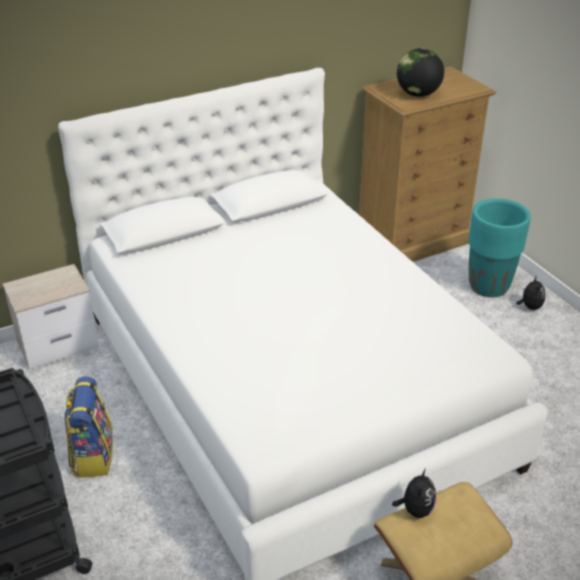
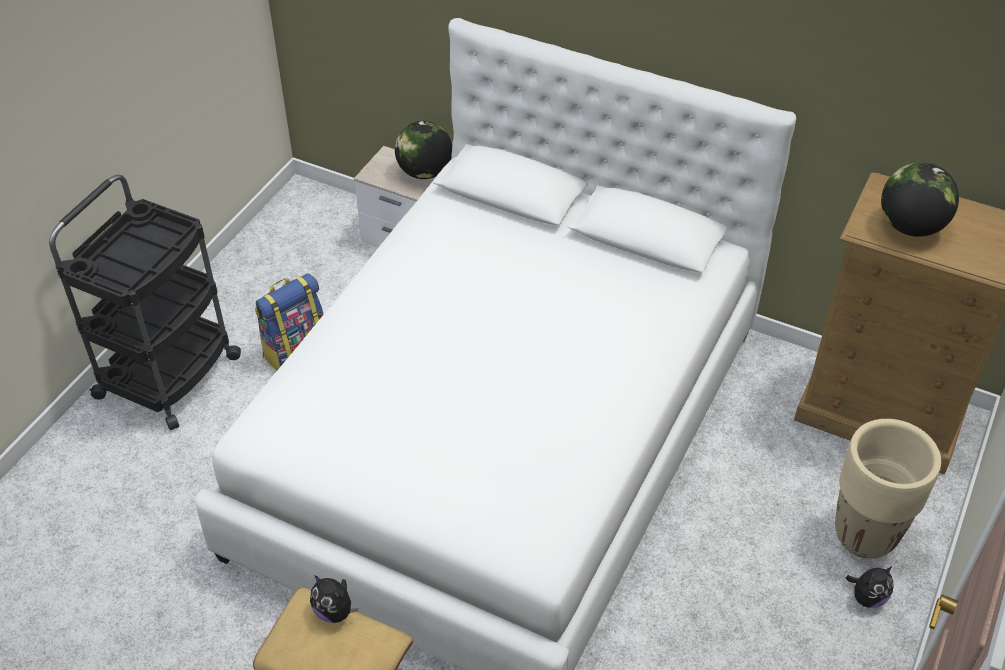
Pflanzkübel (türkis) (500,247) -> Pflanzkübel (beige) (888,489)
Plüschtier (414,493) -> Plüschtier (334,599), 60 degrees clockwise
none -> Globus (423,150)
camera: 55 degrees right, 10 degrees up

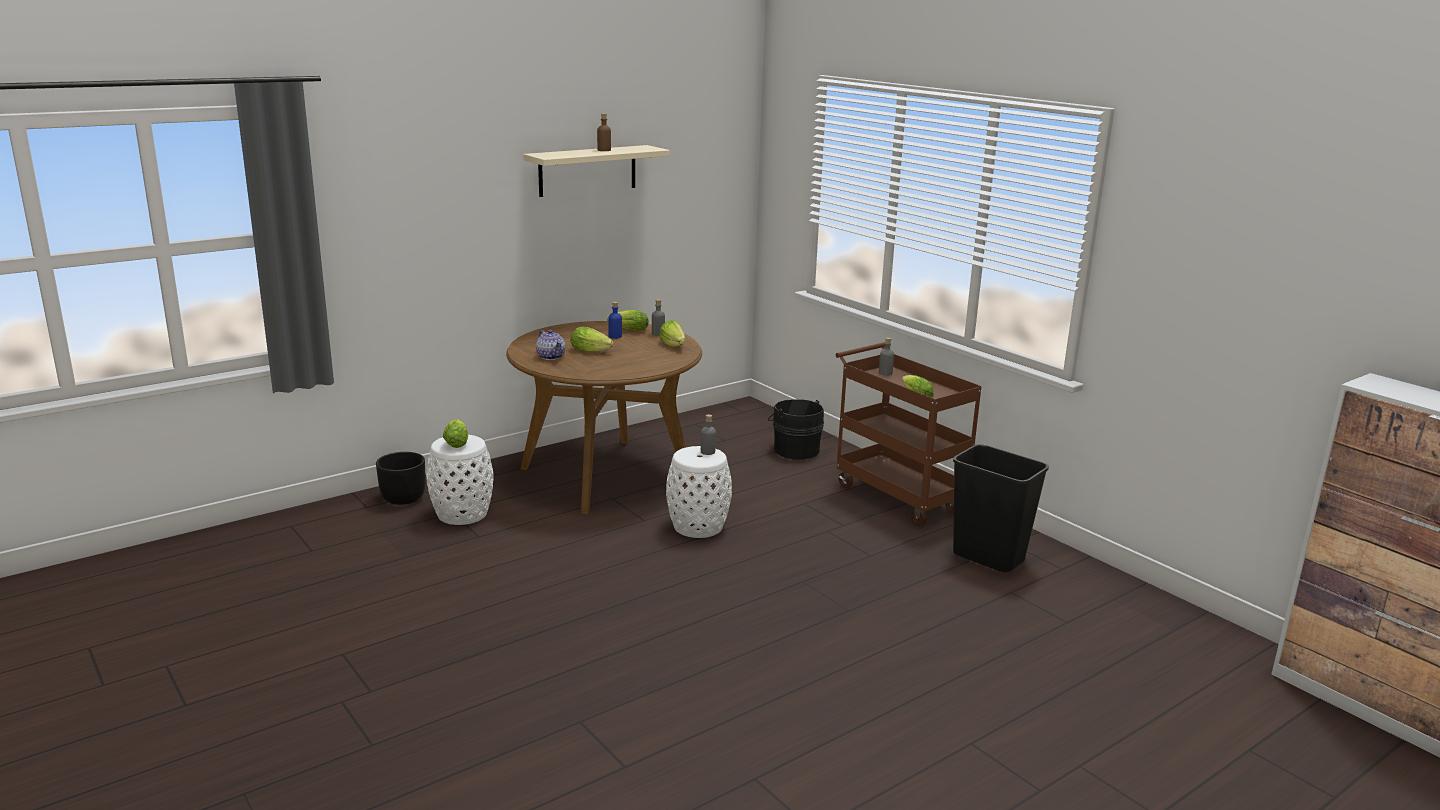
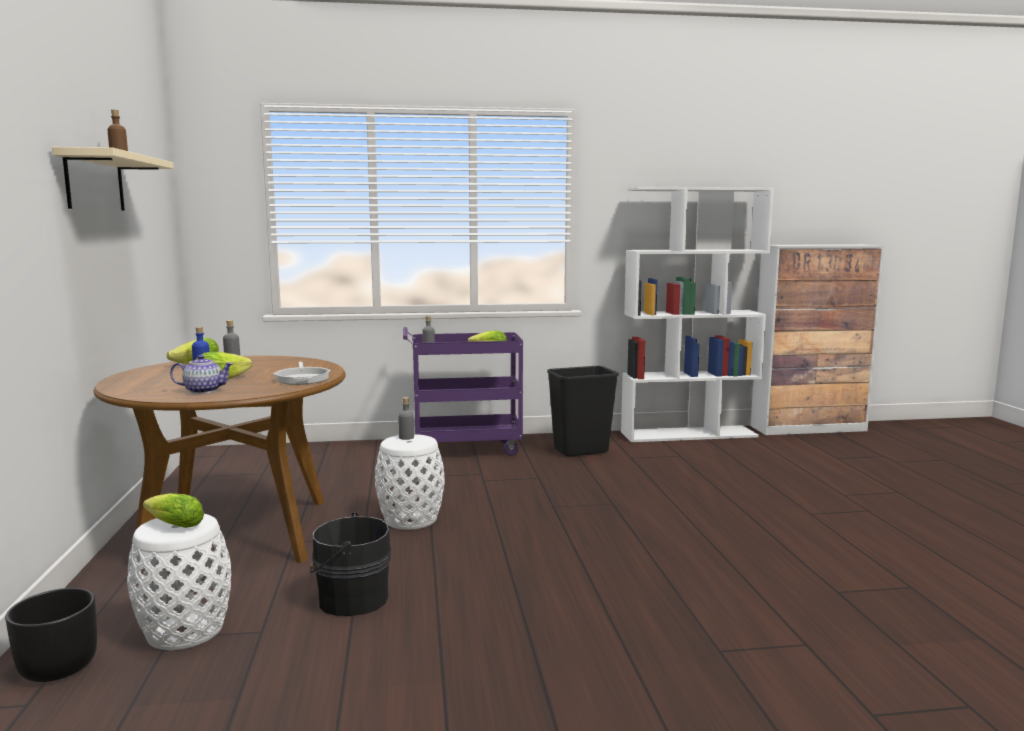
Salatkopf (672,333) -> none
Rollwagen (braun) (908,434) -> Rollwagen (lila) (463,391)
Eimer (schwarz) (796,429) -> Eimer (schwarz) (350,564), shifted
none -> Bücherregal (weiß) (697,314)
none -> Pfanne (302,373)
camera: 60 degrees left, 10 degrees down

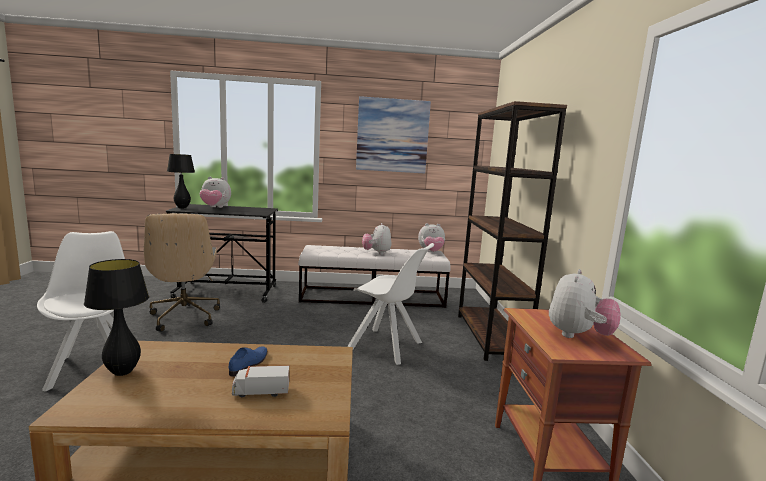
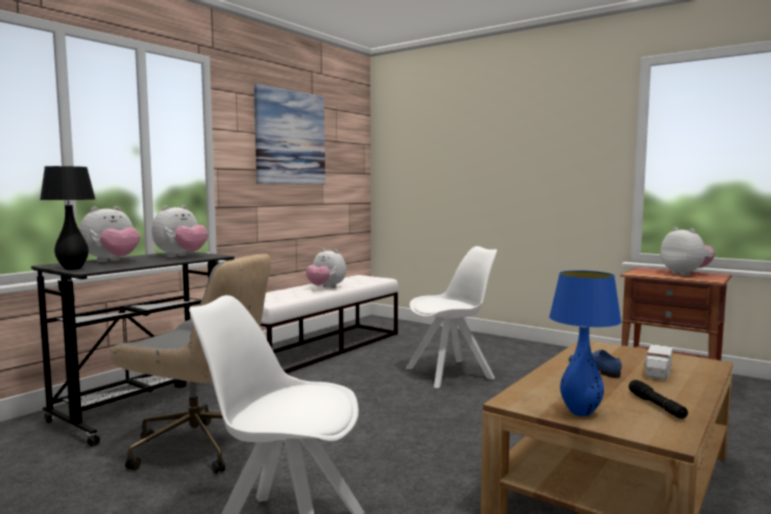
Bücherregal (braun) (512,231) -> none
Plüschtier (431,237) -> Plüschtier (180,231), shifted
Tischlampe (schwarz) (116,317) -> Tischlampe (blau) (585,343)
none -> Taschenlampe (schwarz) (658,399)
camera: 50 degrees left, 5 degrees down

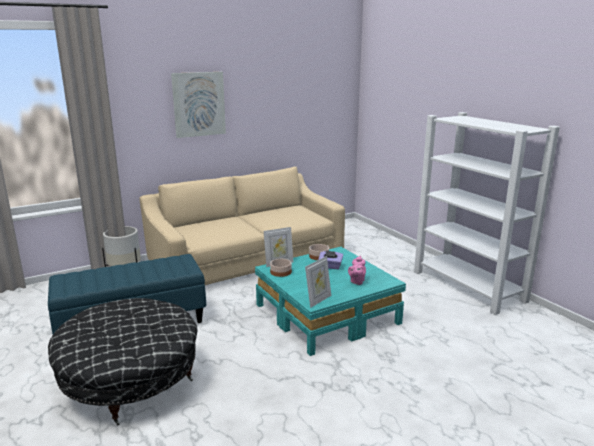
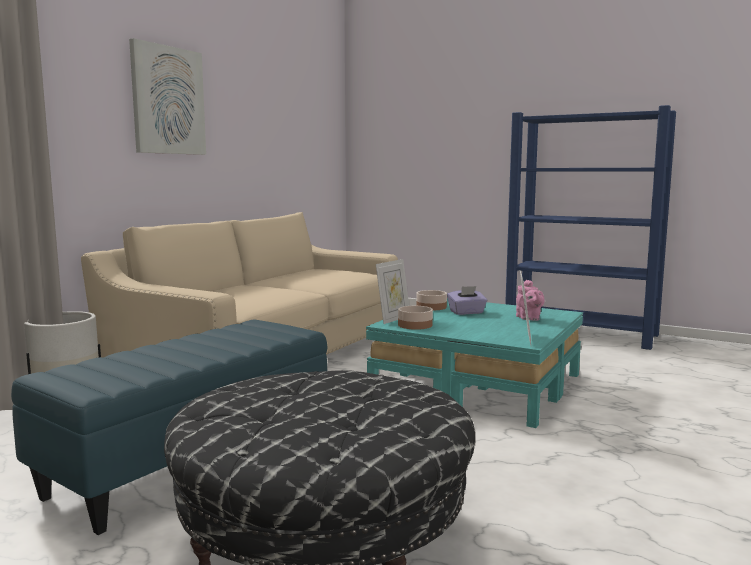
Bücherregal (weiß) (487,213) -> Bücherregal (blau) (590,227)
camera: 30 degrees left, 10 degrees down

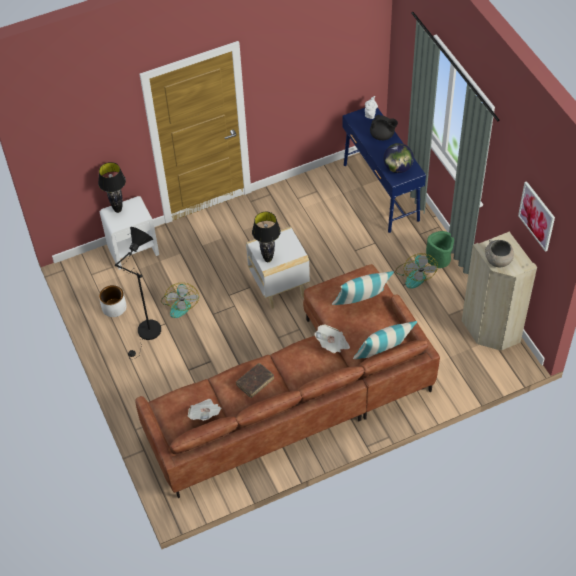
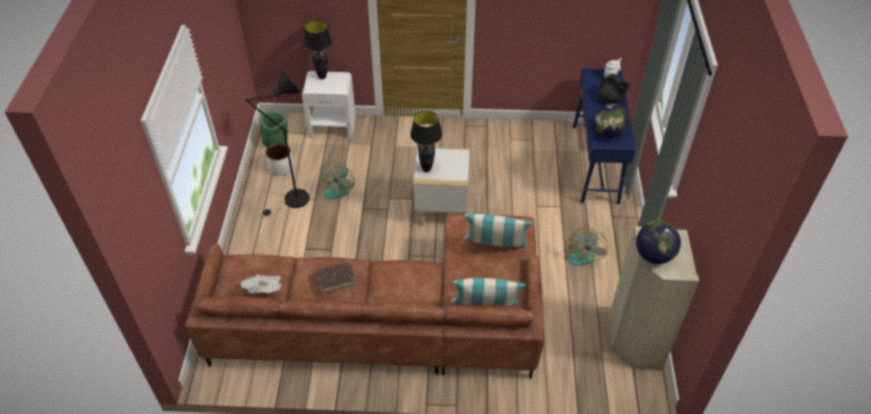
Bild (536,216) -> none
Pflanzkübel (grün) (440,249) -> Pflanzkübel (grün) (274,129), shifted
Schüssel (grau) (499,253) -> Globus (658,242)
Zeitung (332,339) -> none
camera: 25 degrees right, 5 degrees down

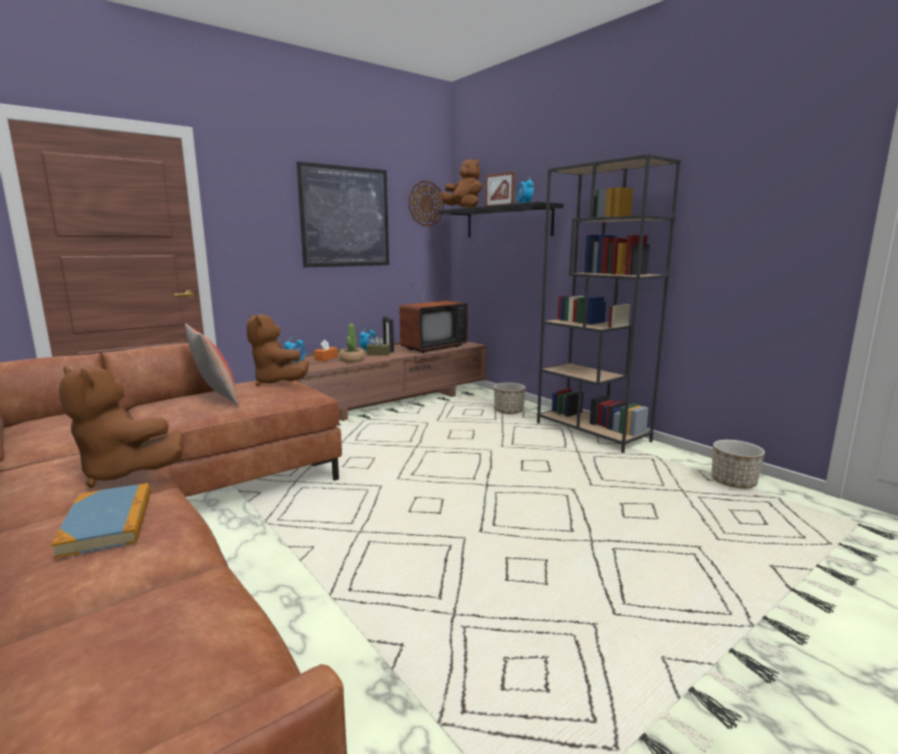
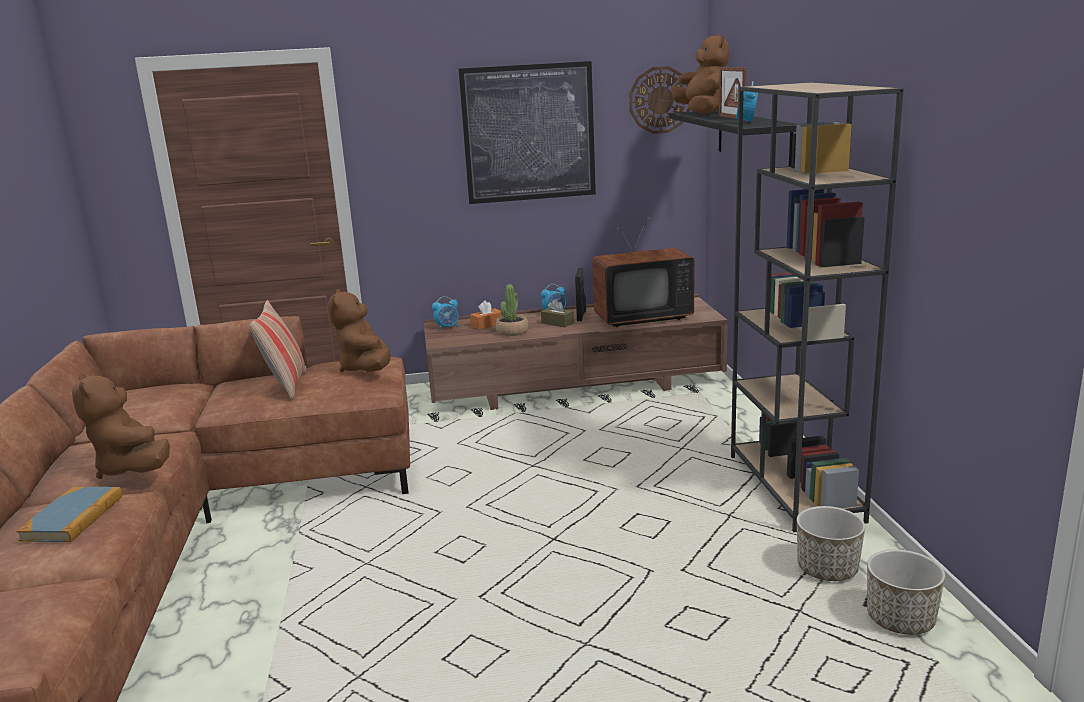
Pflanzkübel (510,398) -> Pflanzkübel (831,543), shifted
camera: 30 degrees right, 5 degrees up

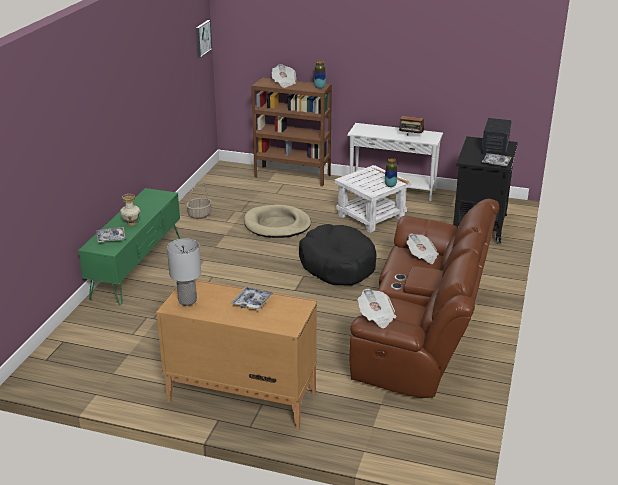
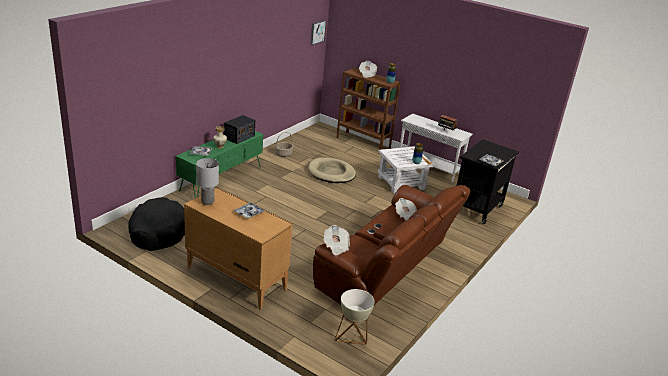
Radio (496,137) -> Radio (239,129), shifted
Hundebett (schwarz) (338,254) -> Hundebett (schwarz) (156,224), shifted
none -> Pflanzkübel (355,316)
camera: 15 degrees right, 0 degrees up

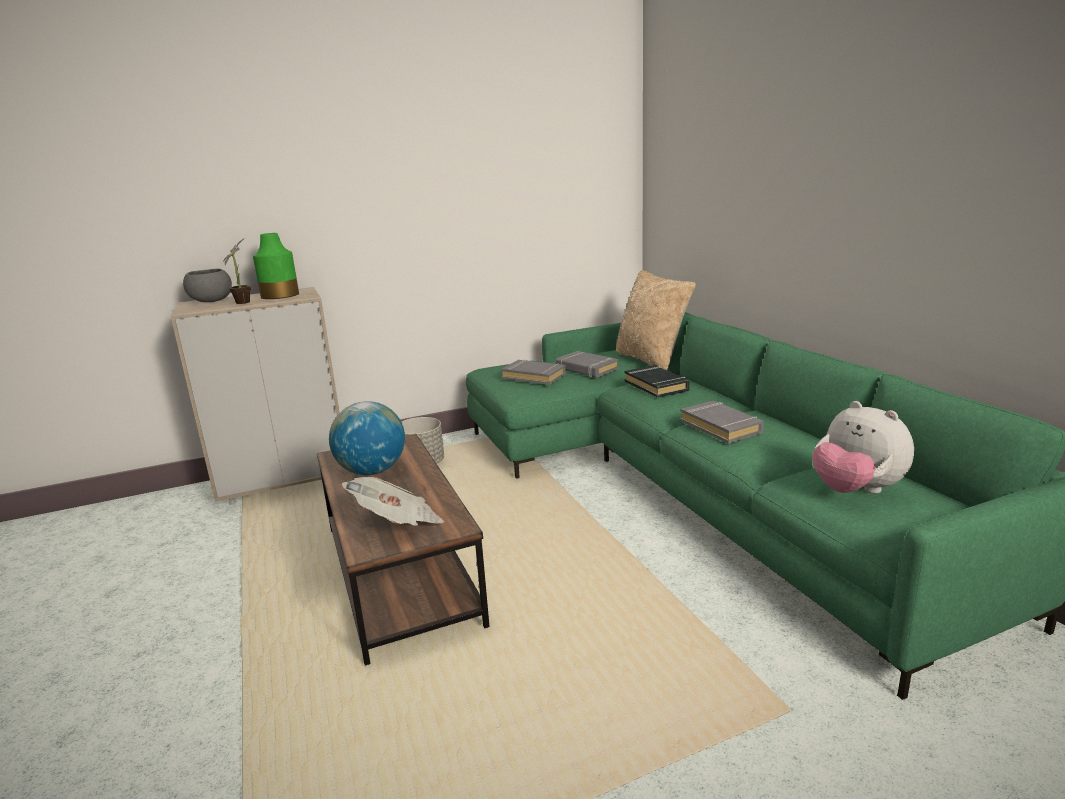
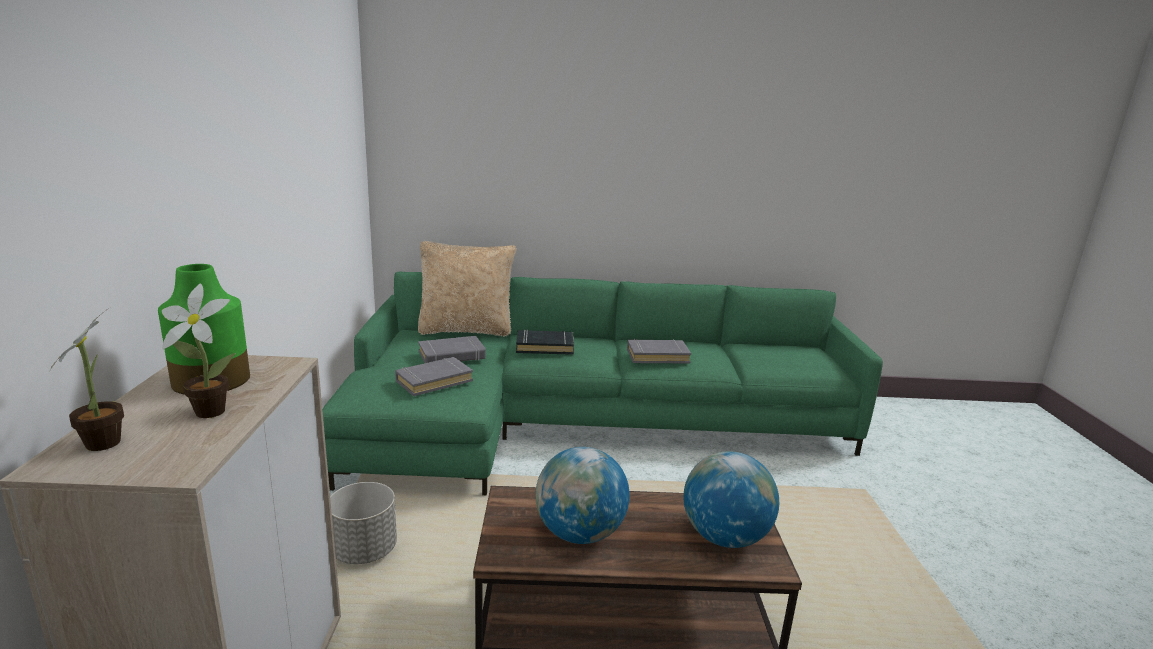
Schüssel (grau) (207,285) -> Topfpflanze (86,378)
Plüschtier (863,447) -> none
Zeitung (393,501) -> Globus (731,499)
camera: 70 degrees left, 0 degrees up

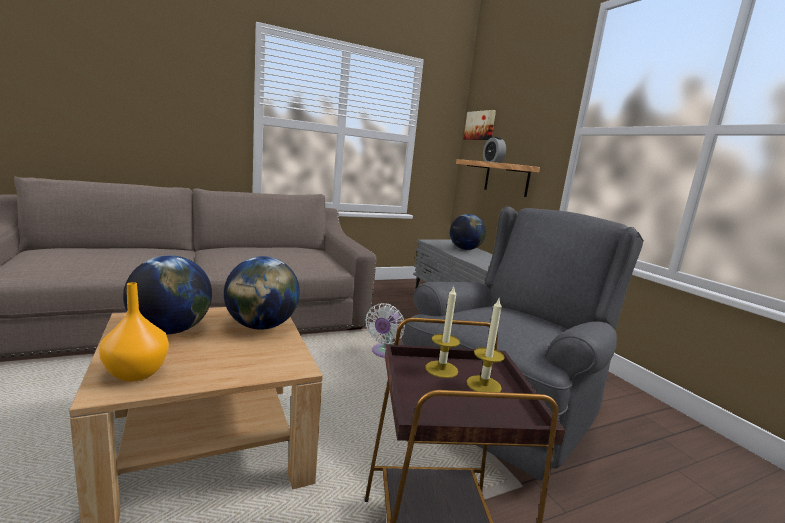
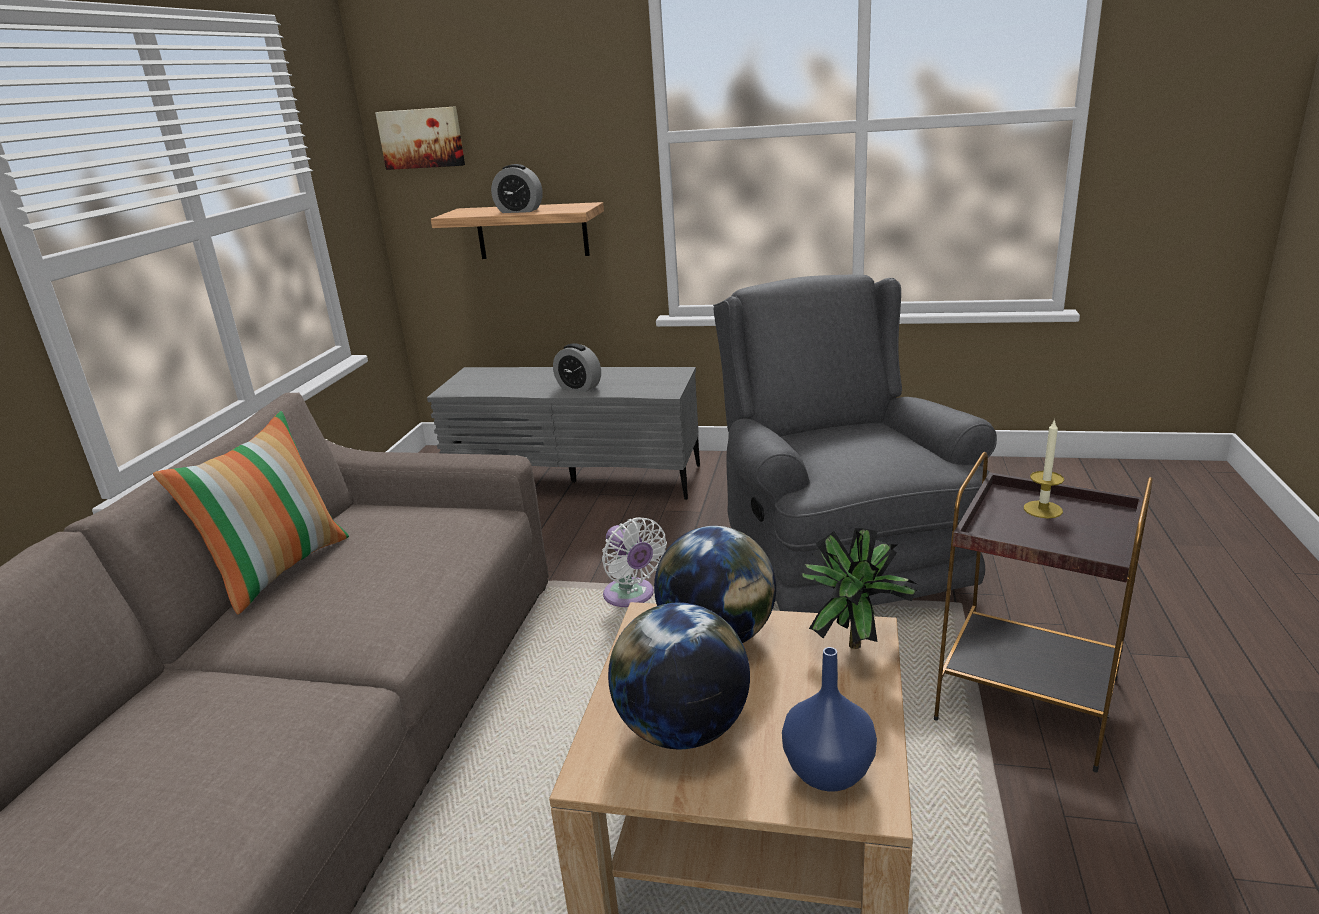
Globus (468,232) -> none
Vase (orange) (134,332) -> Vase (blau) (829,719)
Kerze (442,332) -> none
none -> Wecker (577,367)
none -> Kissen (251,512)
none -> Topfpflanze (859,588)
camera: 50 degrees left, 10 degrees up

